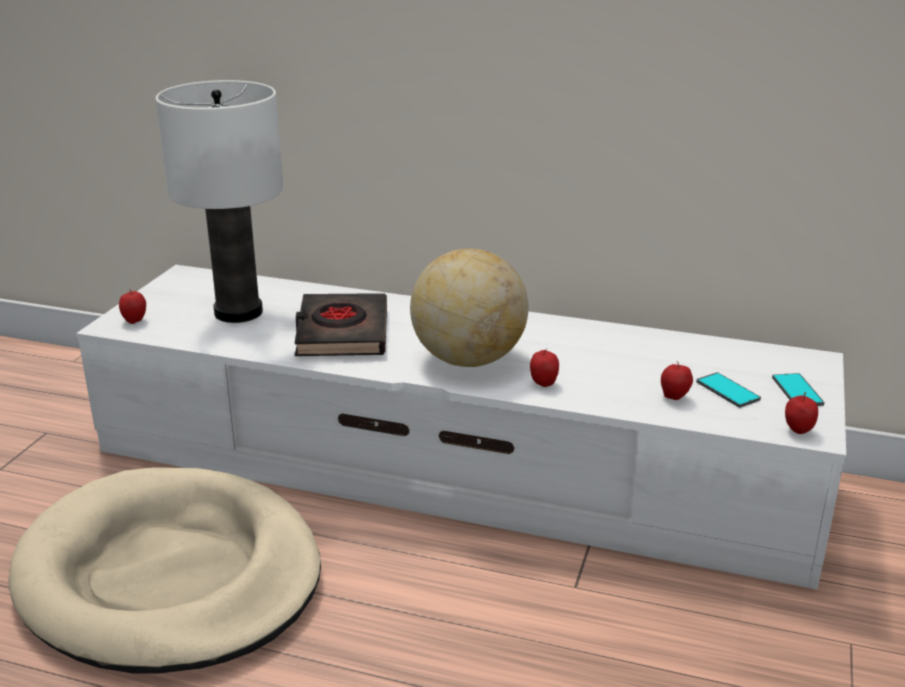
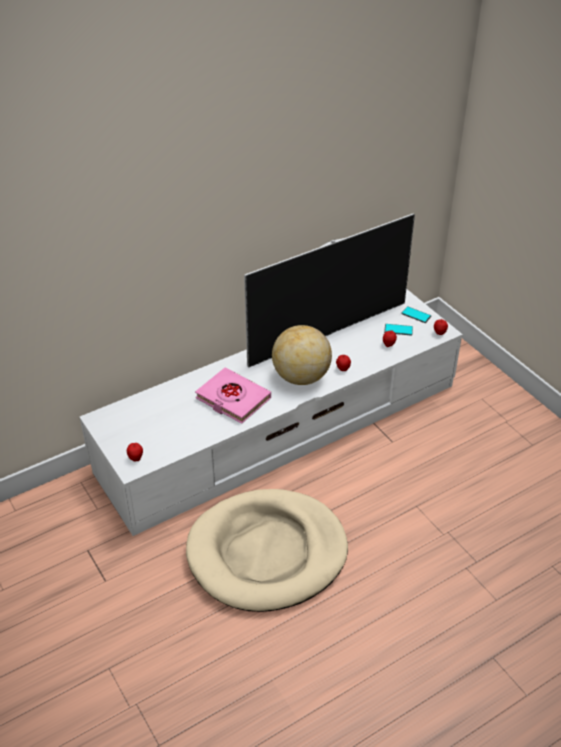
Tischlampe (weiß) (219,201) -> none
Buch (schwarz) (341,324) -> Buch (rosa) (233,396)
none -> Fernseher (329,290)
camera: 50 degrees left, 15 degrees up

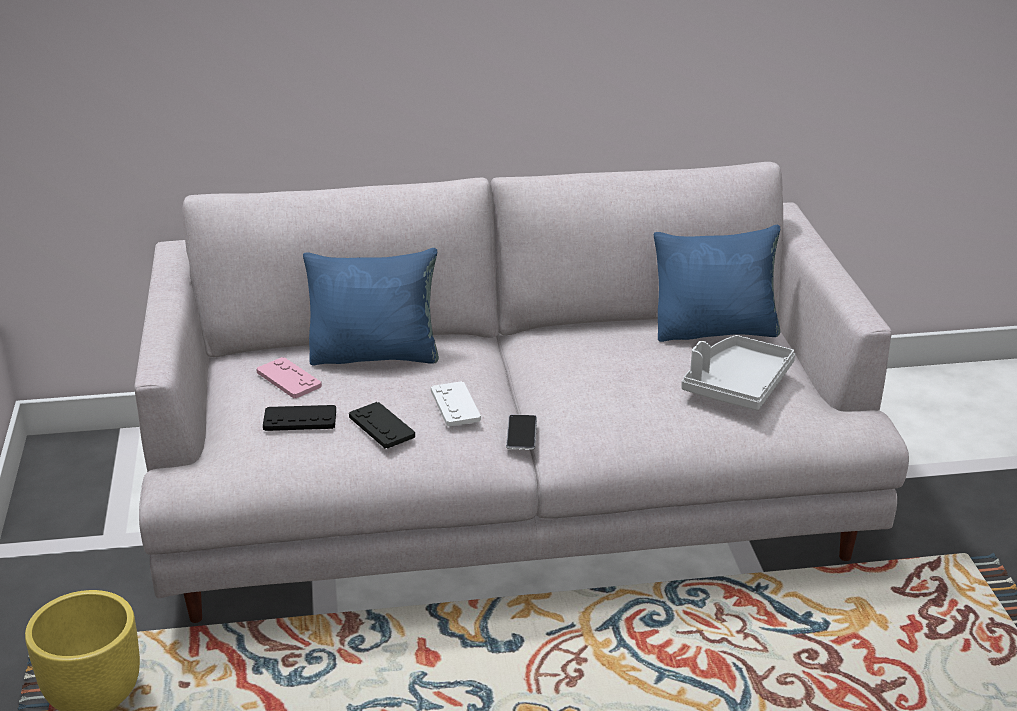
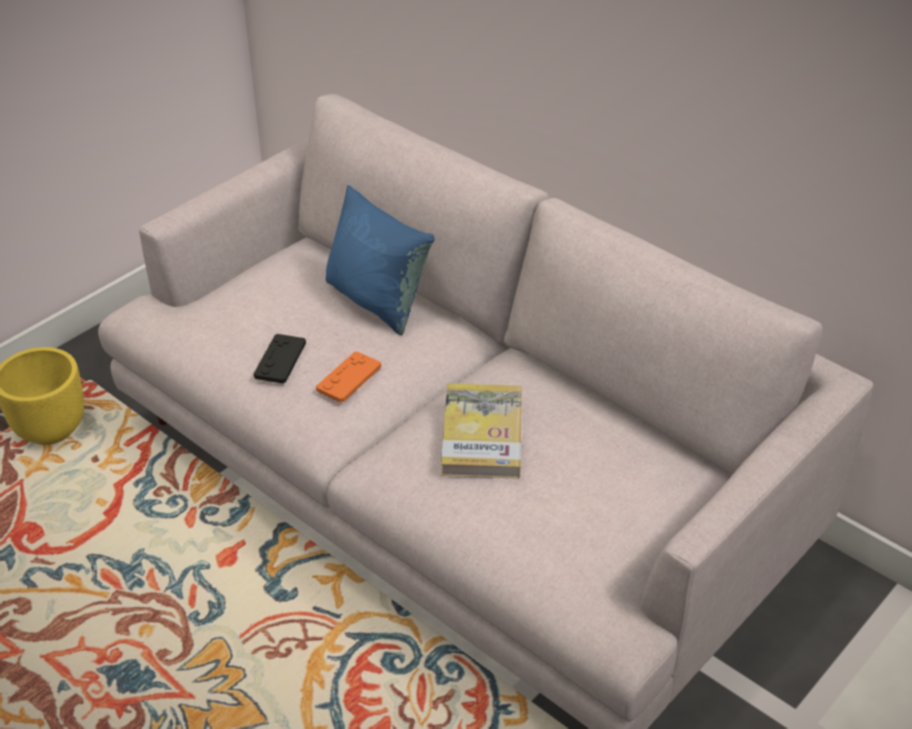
Kissen (blau) (717,283) -> none
Tablett (grau) (738,372) -> none
Gamepad (rosa) (289,377) -> none
Gamepad (weiß) (456,404) -> Gamepad (orange) (348,377)
Gamepad (schwarz) (299,418) -> none
Handy (521,432) -> none
none -> Buch (481,431)
camera: 50 degrees right, 10 degrees up

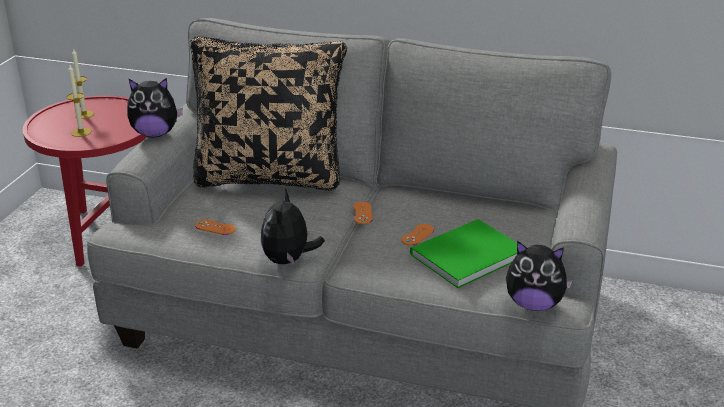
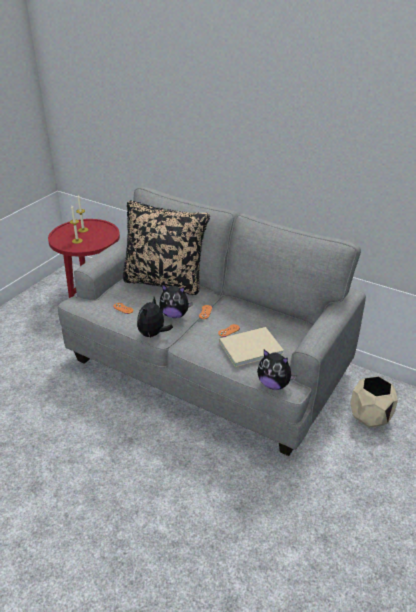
Plüschtier (155,107) -> Plüschtier (176,301), shifted
Buch (grün) (463,253) -> Buch (beige) (251,347)
none -> Pflanzkübel (beige) (374,402)
camera: 15 degrees right, 5 degrees up

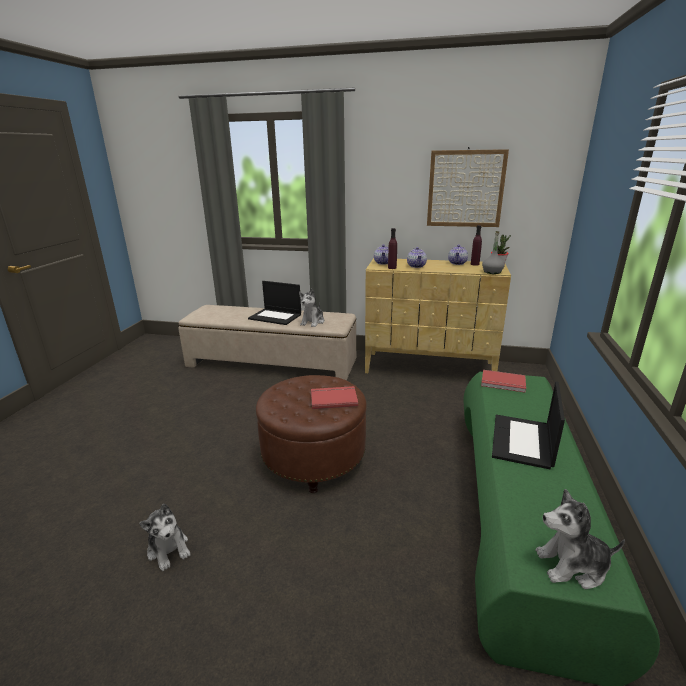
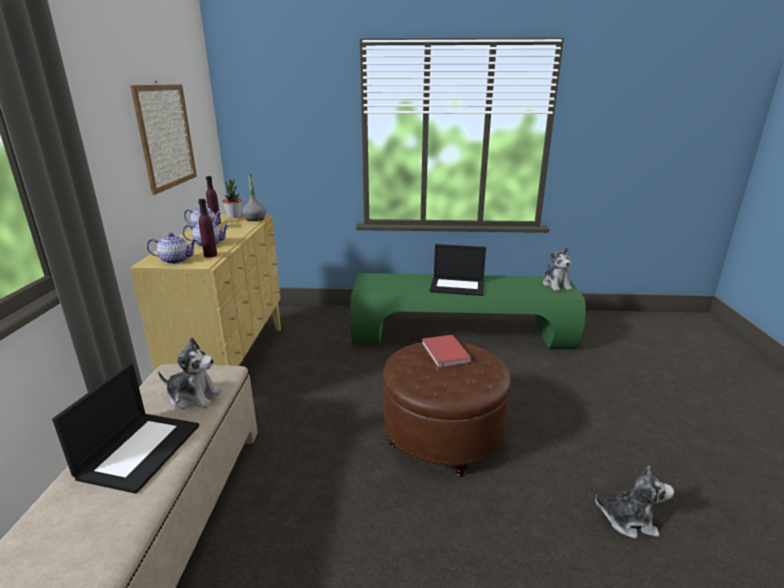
Buch (rot) (503,381) -> none
Plüschtier (164,537) -> Plüschtier (634,502), 60 degrees clockwise
camera: 100 degrees left, 0 degrees up

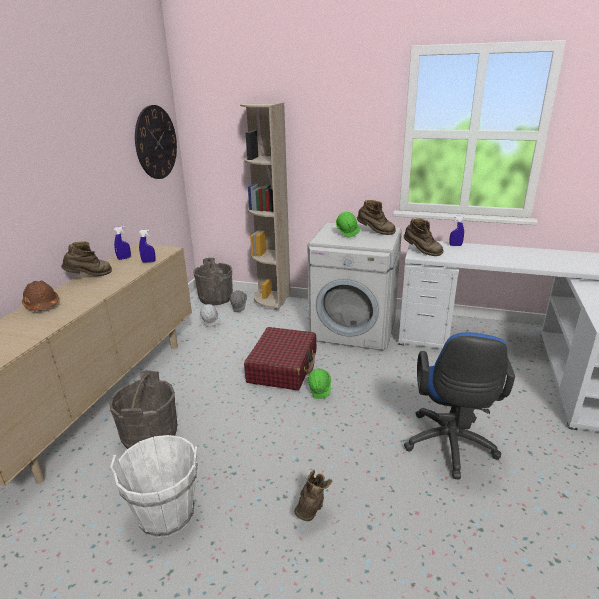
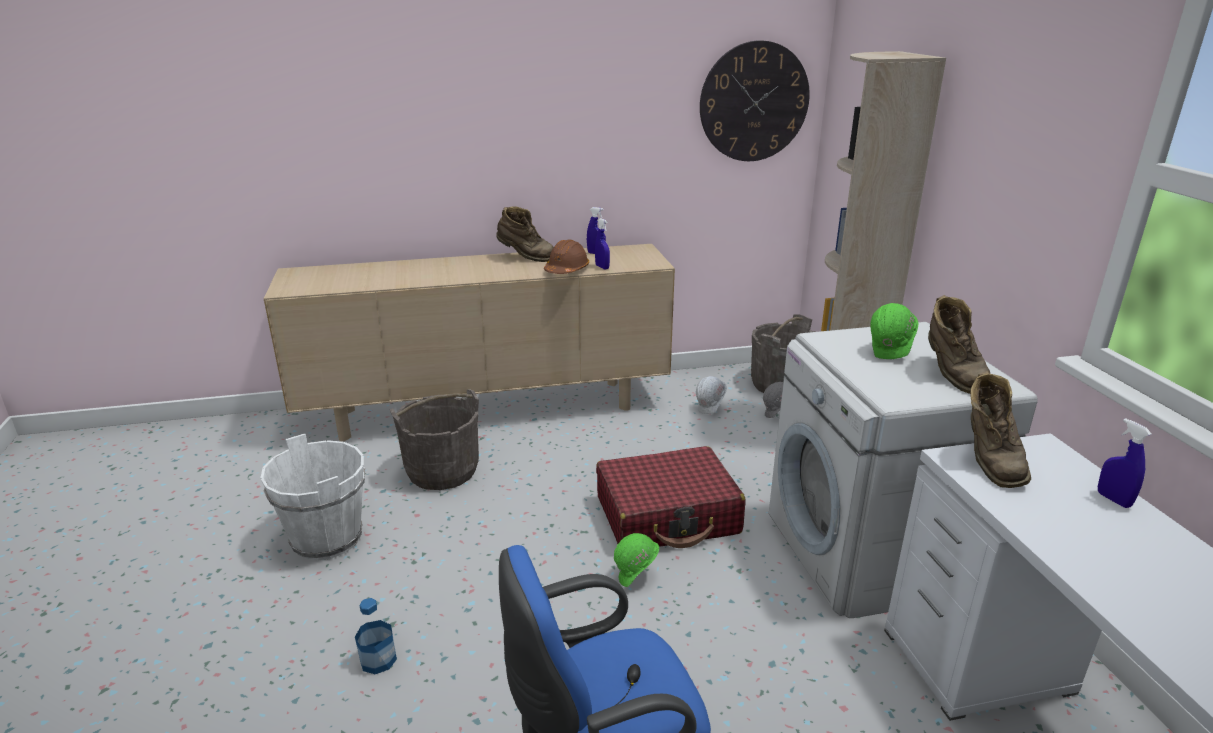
Schutzhelm (braun) (40,296) -> Schutzhelm (braun) (566,256), shifted
Stiefel (braun) (313,495) -> Flasche (376,636)
camera: 60 degrees right, 0 degrees up

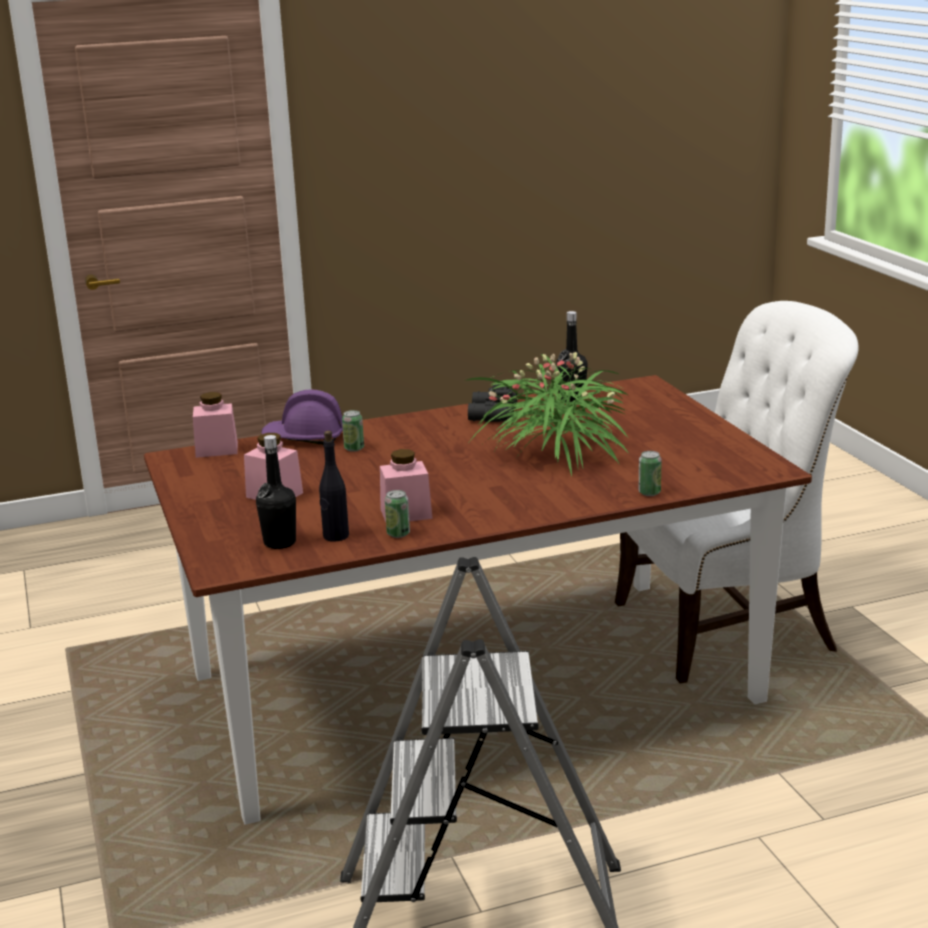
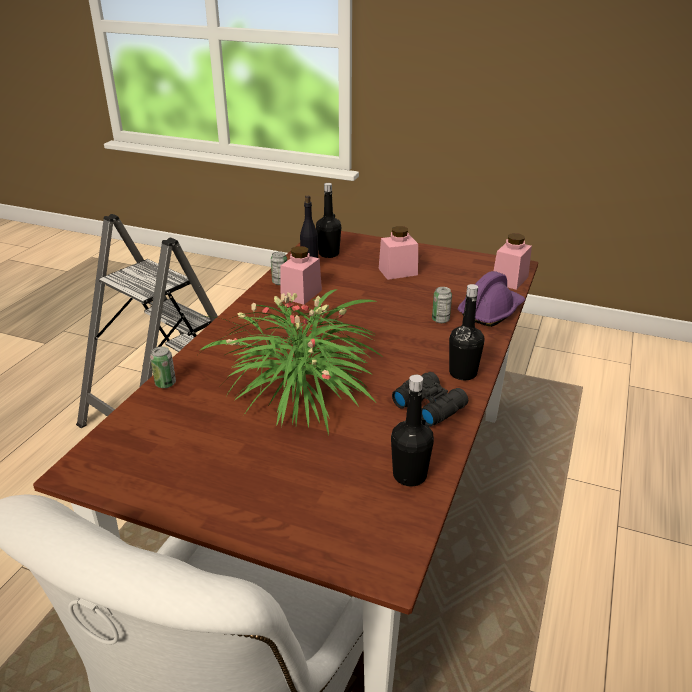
none -> Flasche (schwarz) (466,332)
camera: 130 degrees right, 10 degrees up

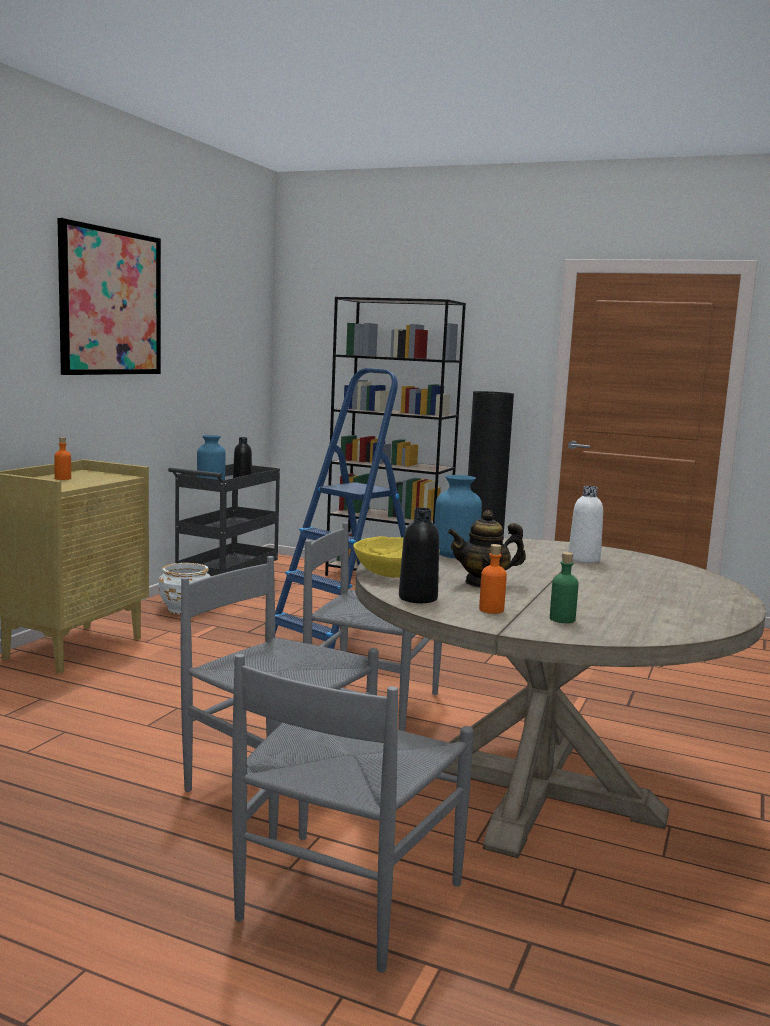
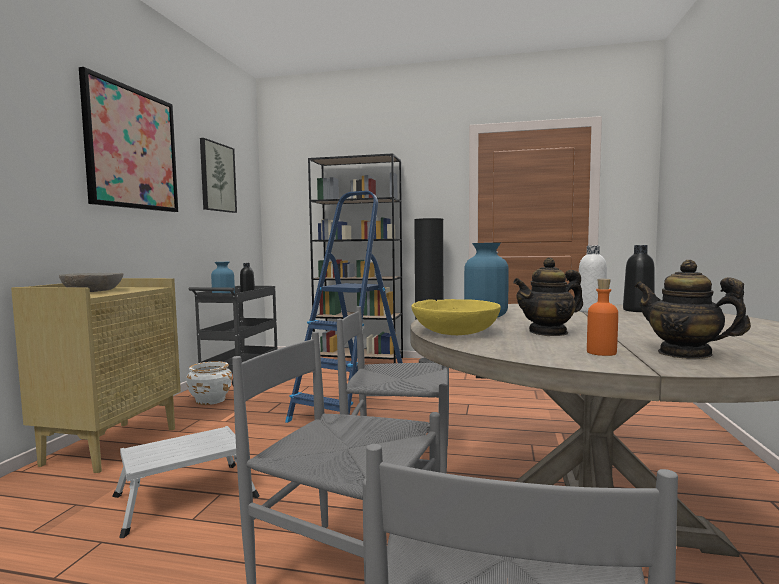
Flasche (orange) (62,458) -> Schüssel (grau) (91,282)
Flasche (schwarz) (419,555) -> Flasche (schwarz) (639,278), shifted
Flasche (grün) (564,587) -> Teekanne (693,309)
none -> Bild (218,175)
none -> Trittleiter (weiß) (185,482)
camera: 10 degrees left, 5 degrees down

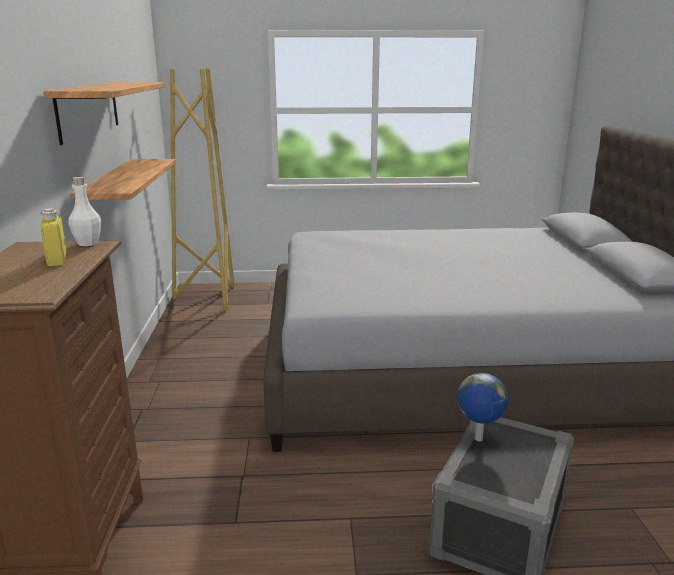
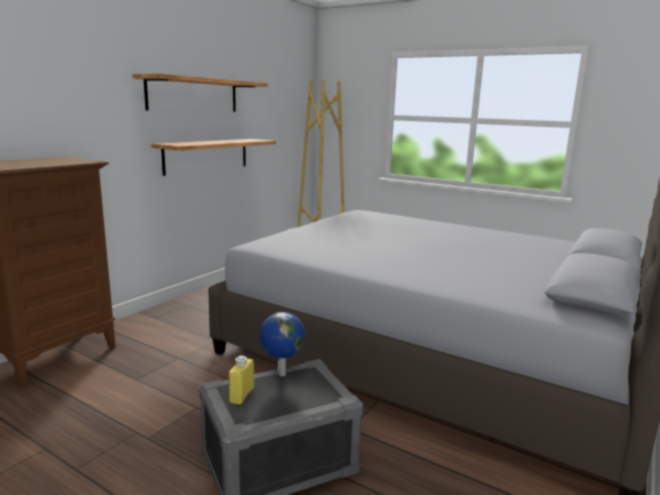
Flasche (weiß) (84,211) -> none
Flasche (gelb) (53,237) -> Flasche (gelb) (241,380), shifted
camera: 35 degrees right, 5 degrees down

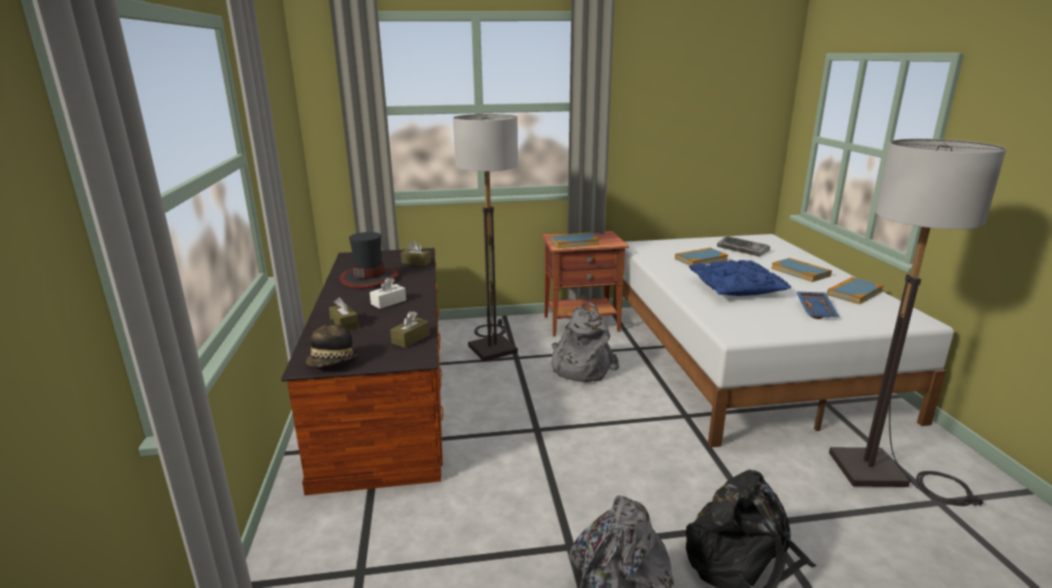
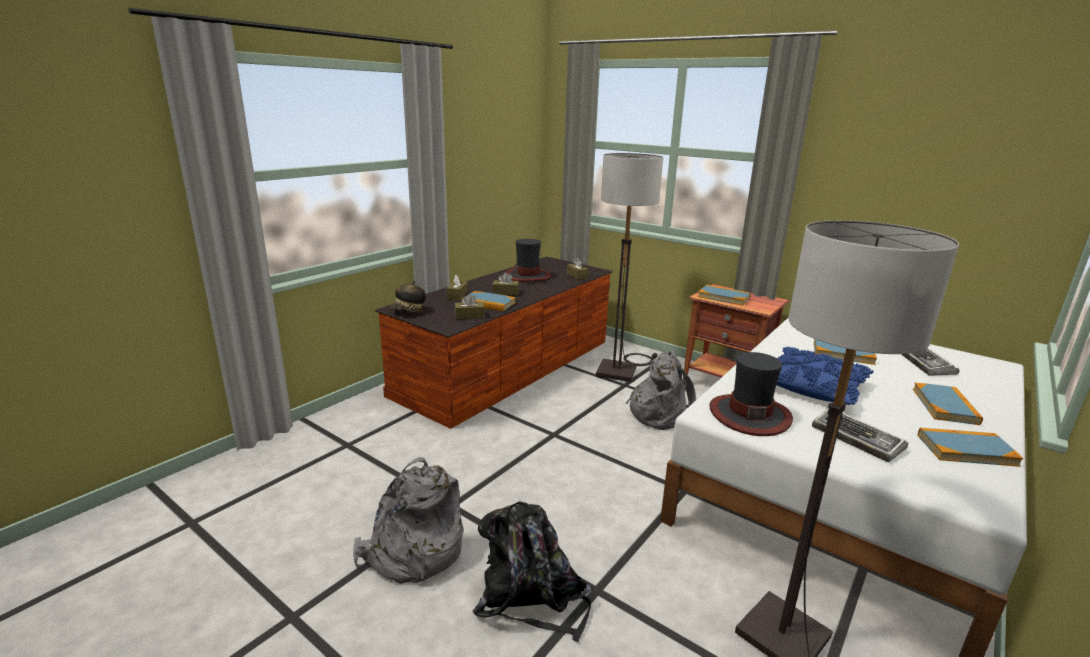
Taschentuchbox (weiß) (388,293) -> Taschentuchbox (braun) (505,284)
Tablett (blau) (818,305) -> Tastatur (860,435)
none -> Buch (488,301)
none -> Hut (751,394)
camera: 45 degrees right, 0 degrees up

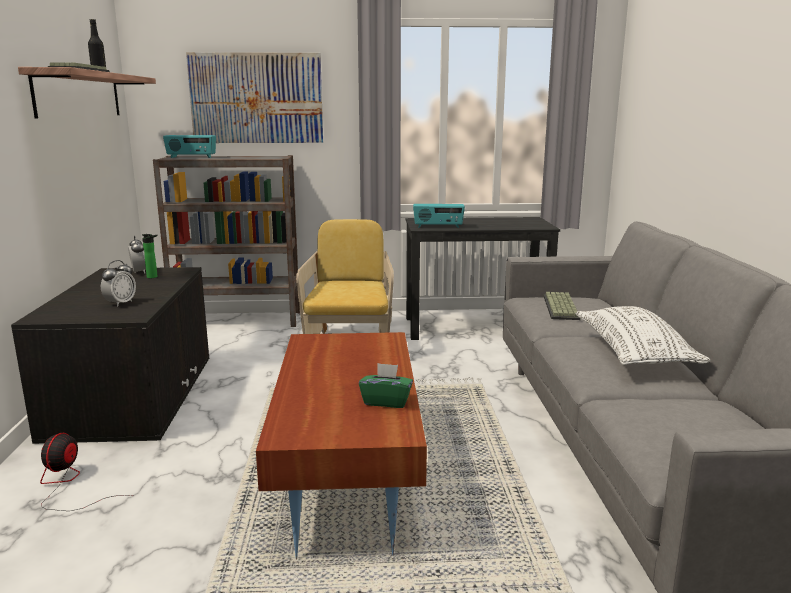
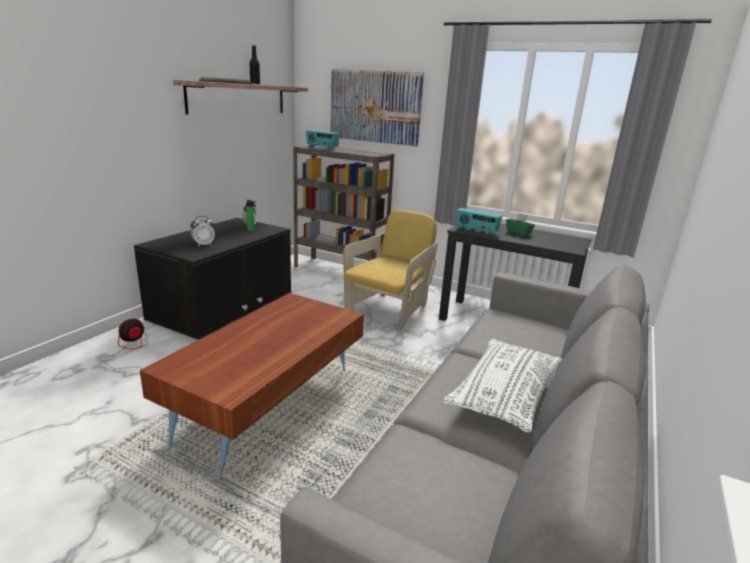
Tastatur (562,306) -> none
Taschentuchbox (grün) (386,385) -> Taschentuchbox (grün) (520,224), shifted
camera: 30 degrees right, 5 degrees up

